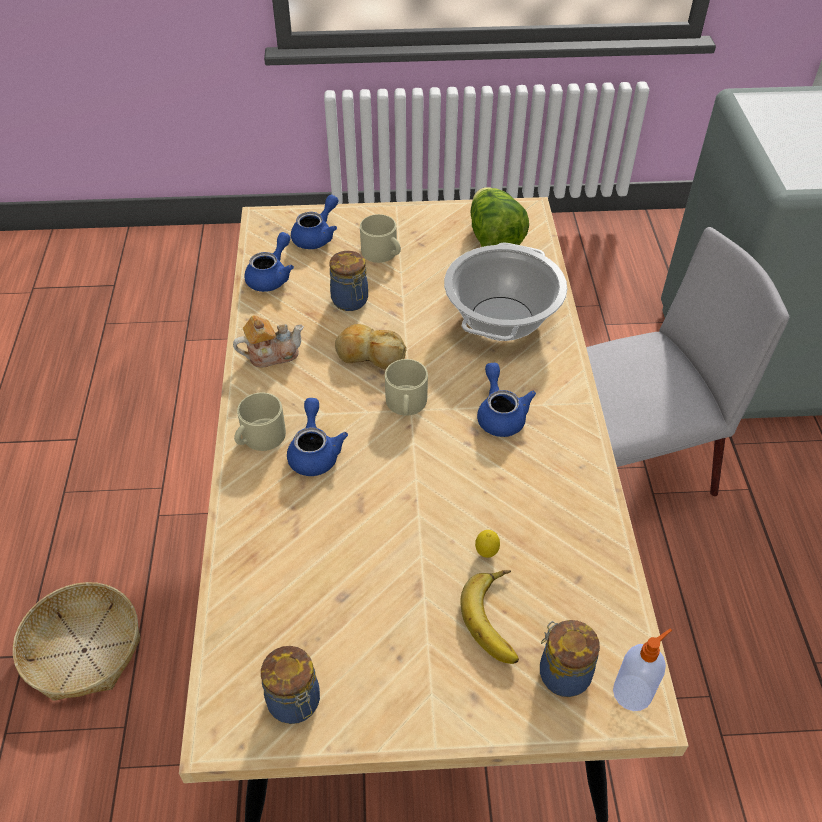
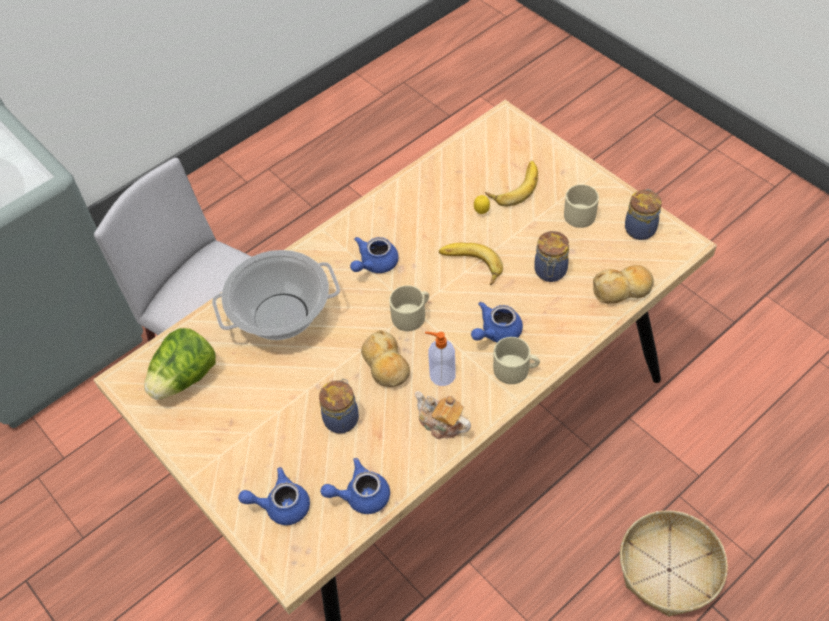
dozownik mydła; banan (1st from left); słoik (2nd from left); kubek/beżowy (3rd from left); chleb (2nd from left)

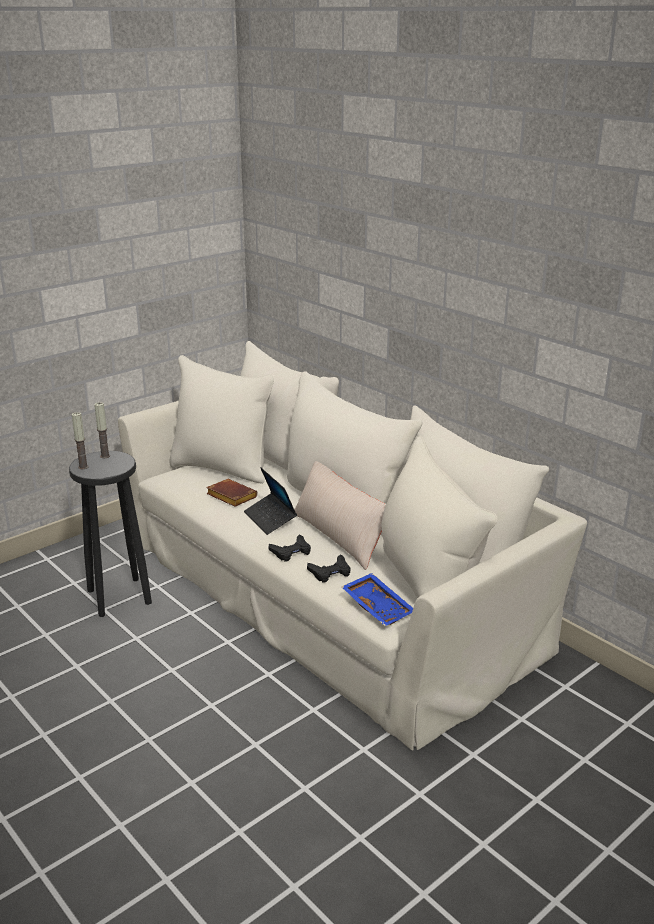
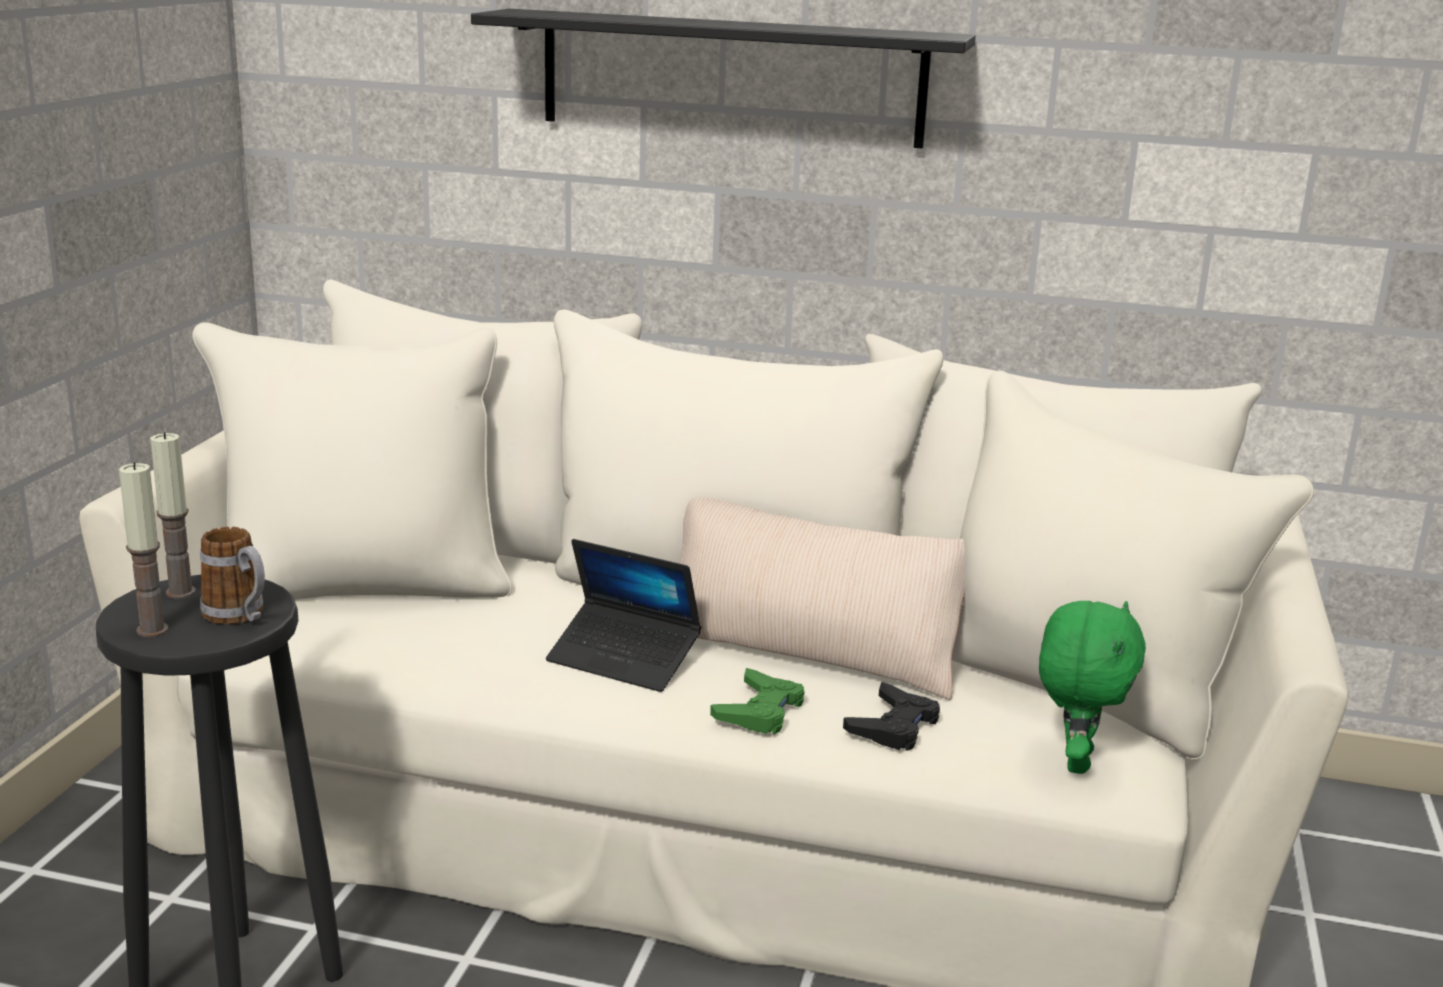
kubek; półka/czarny; pad do gier/zielony; pluszak/zielony; książka/brązowy

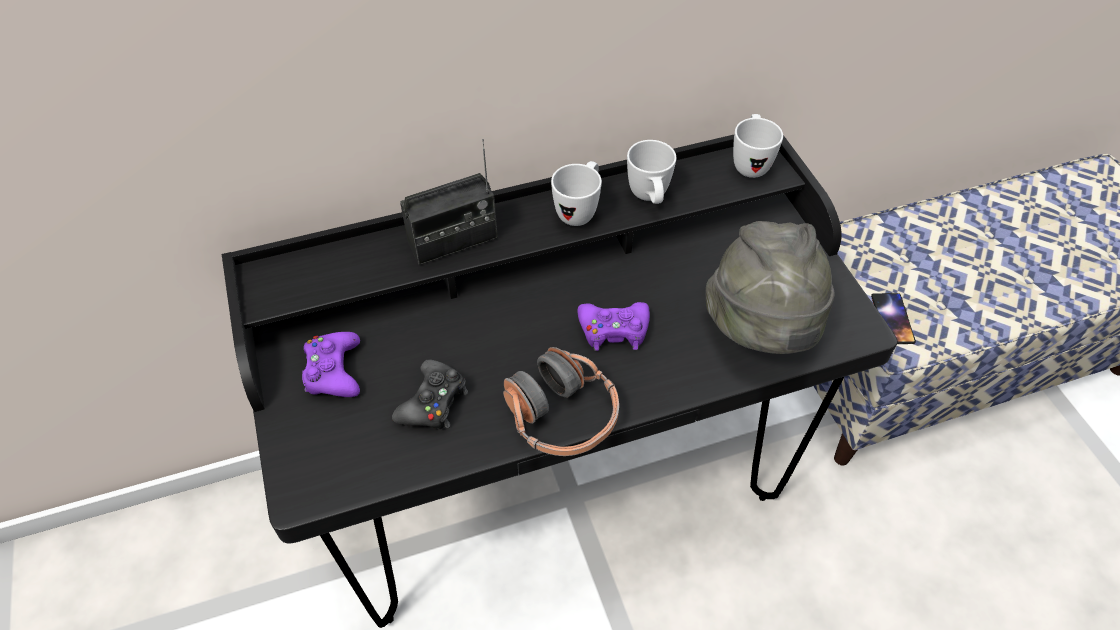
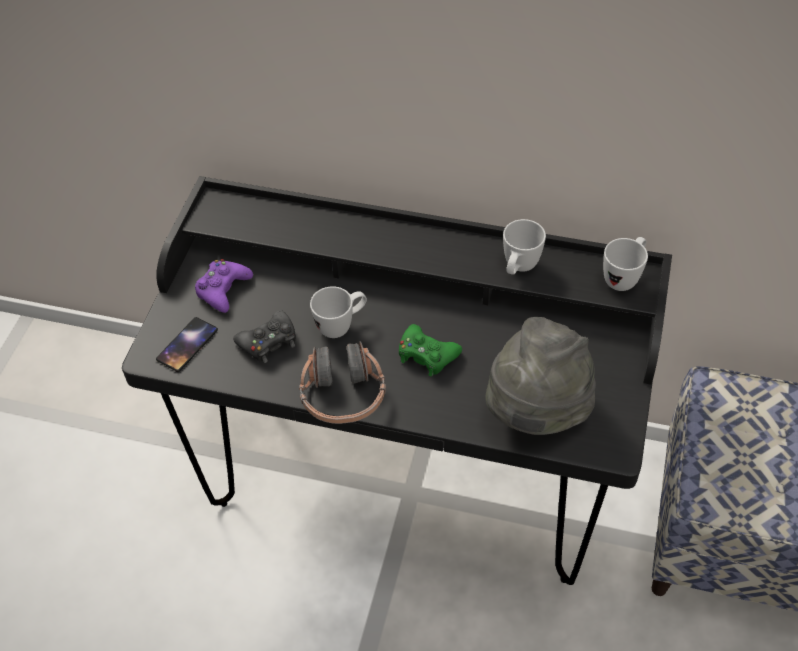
telefon; kubek/biały (1st from left); pad do gier/zielony; radio

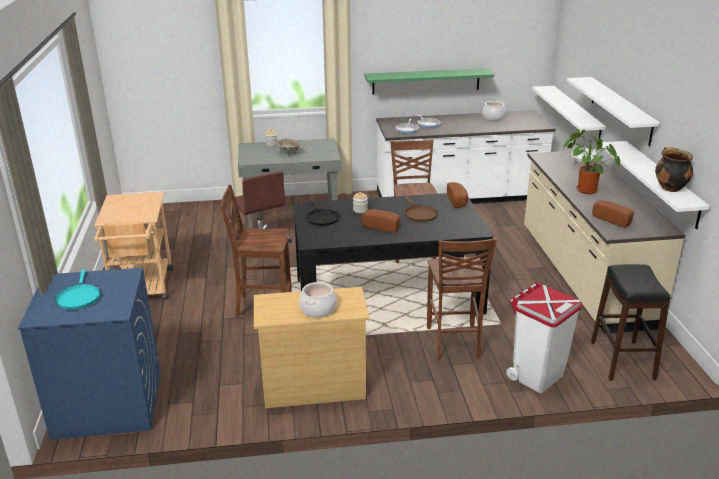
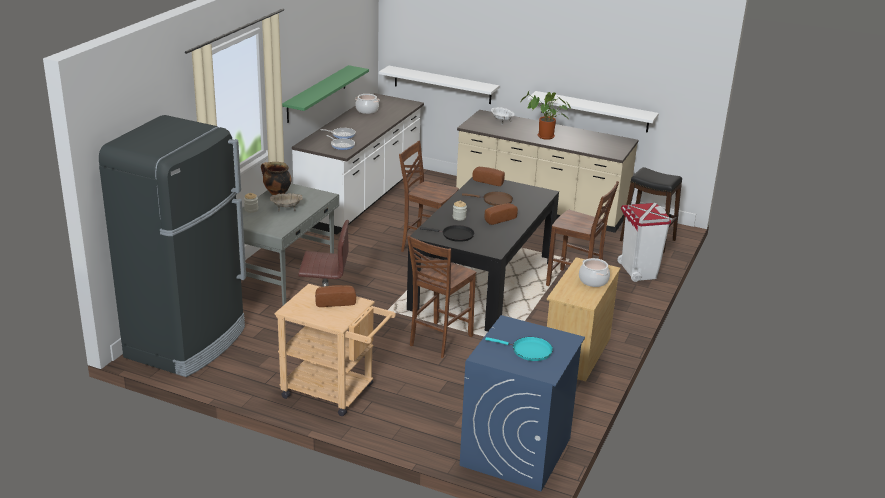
lodówka/czarny; garnek (1st from left); chleb (1st from left); półka/biały (2nd from left in the first image)

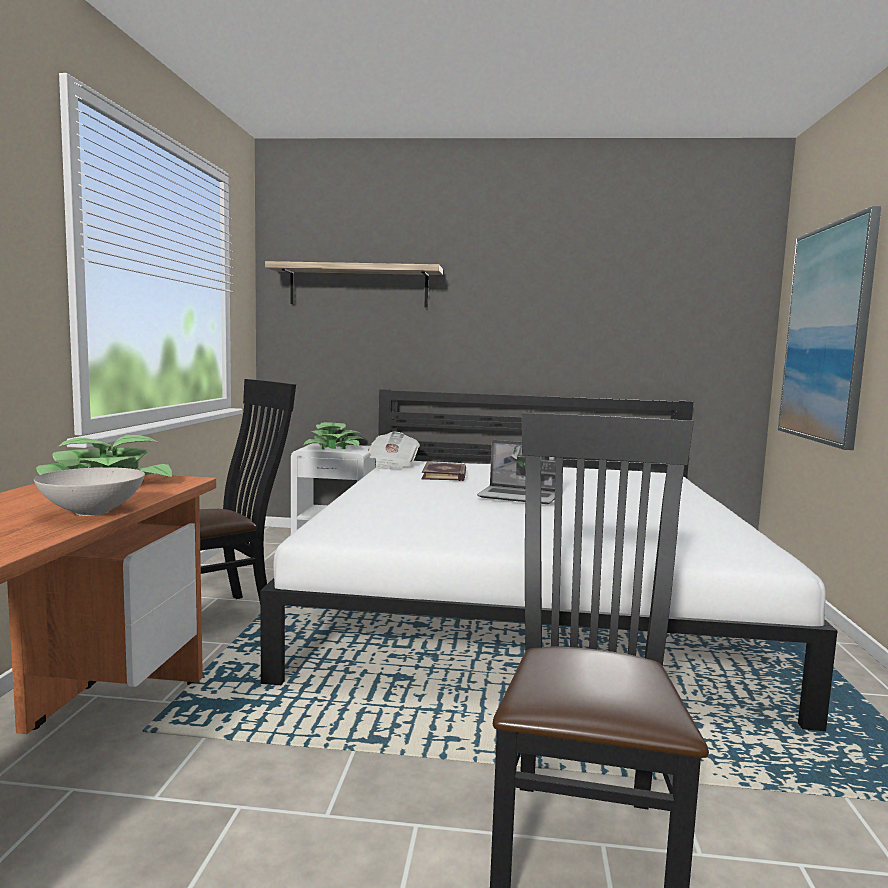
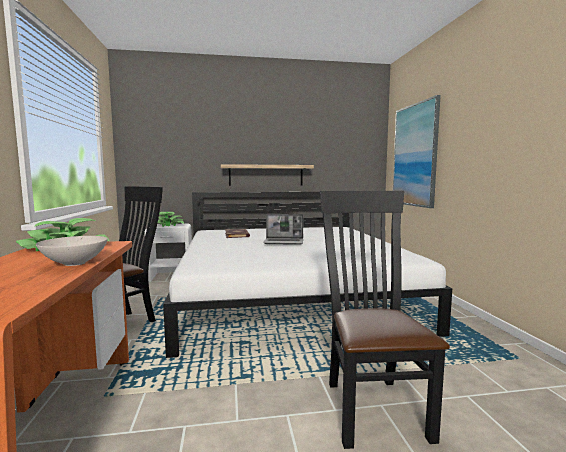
półka; gazeta

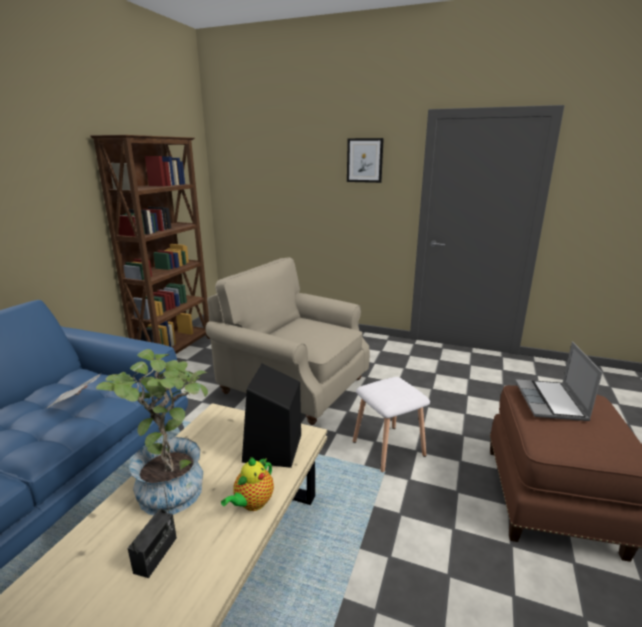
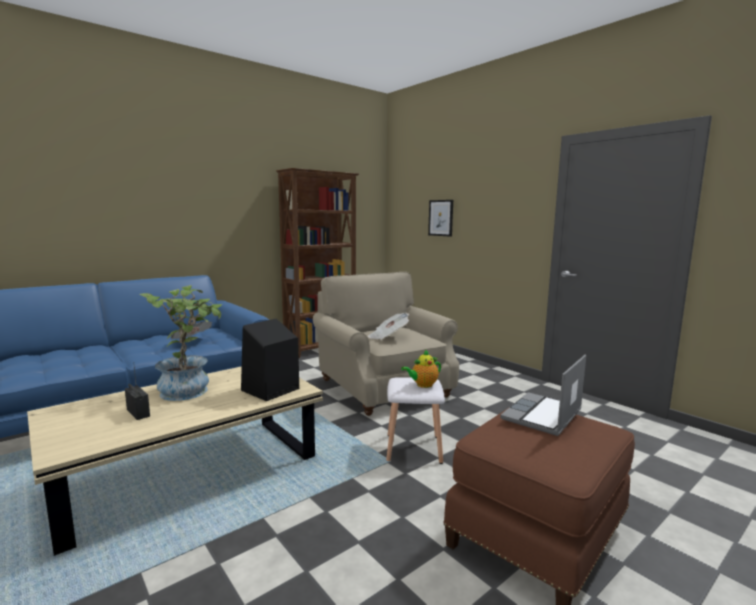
radio; gazeta (2nd from left); imbryk; obraz

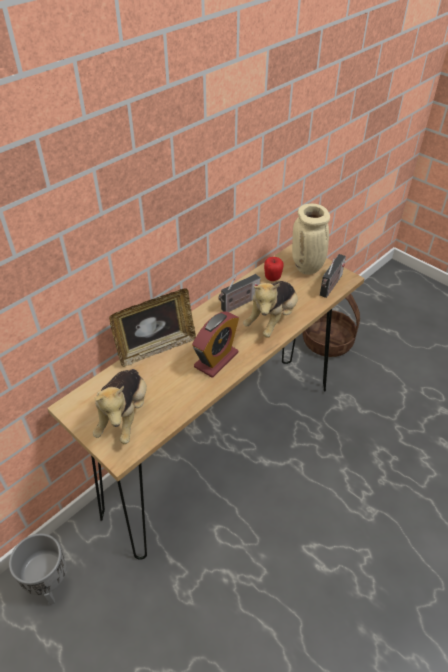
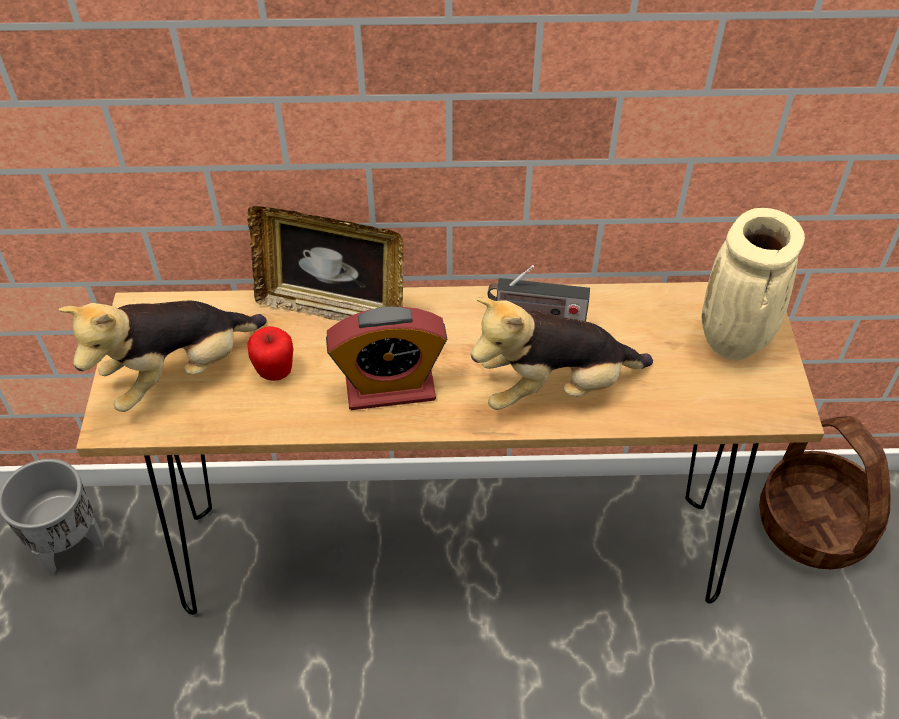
jabłko; radio (2nd from left in the first image)

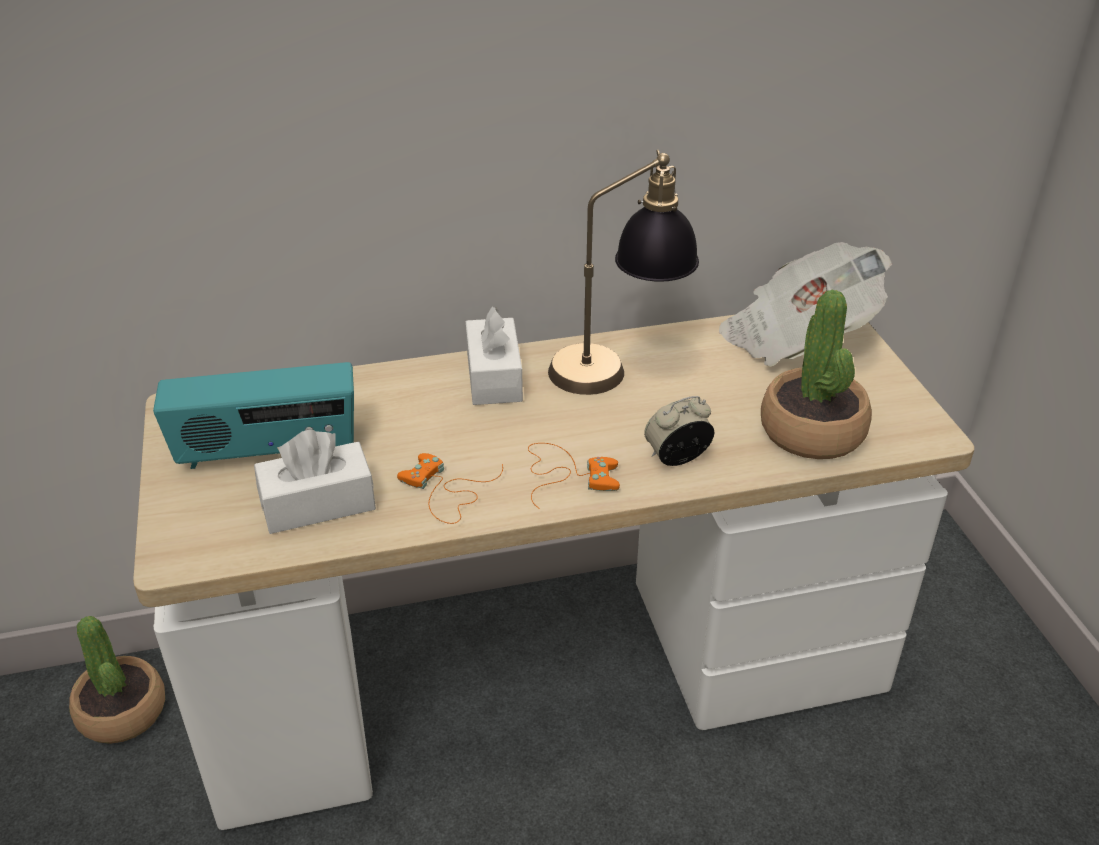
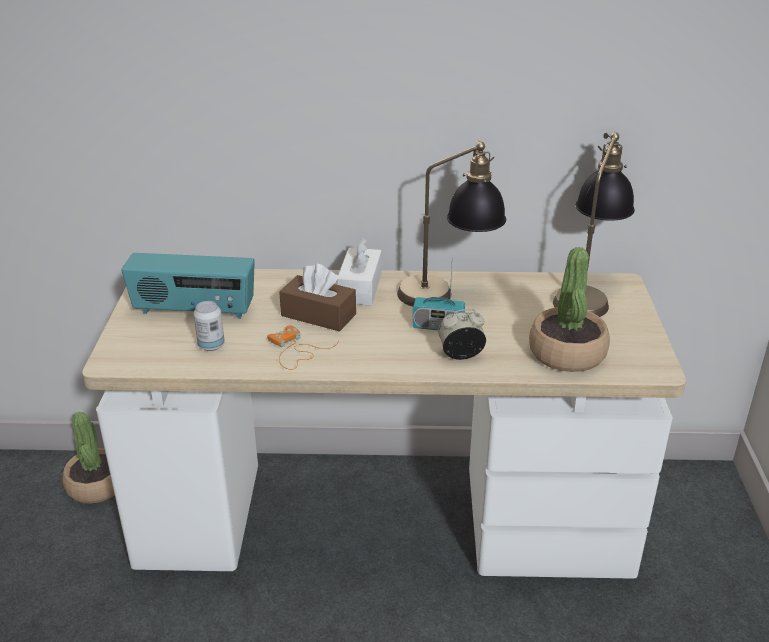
puszka; pudełko chusteczek/brązowy; radio (2nd from left); lampa stołowa (2nd from left); pad do gier/pomarańczowy (2nd from left in the first image)

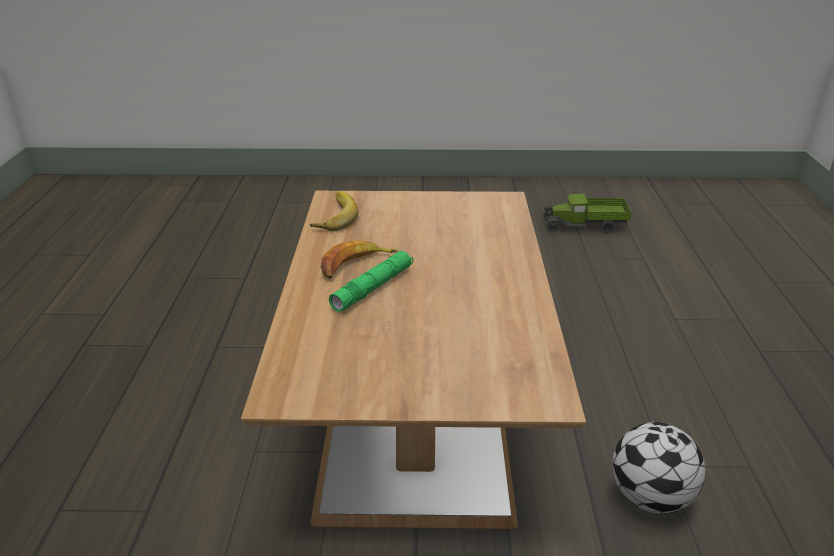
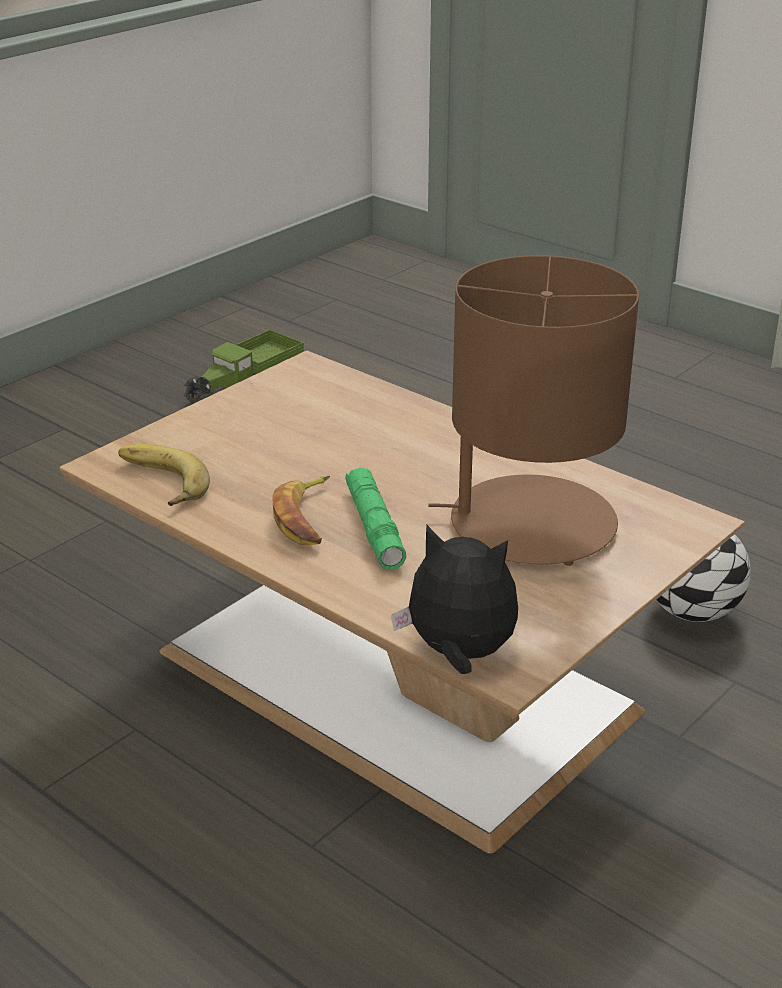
pluszak; lampa stołowa/brązowy

